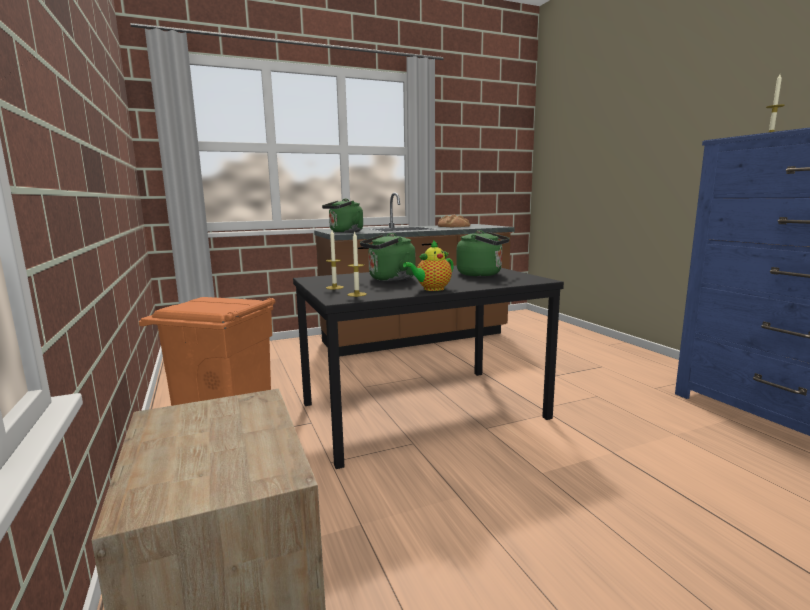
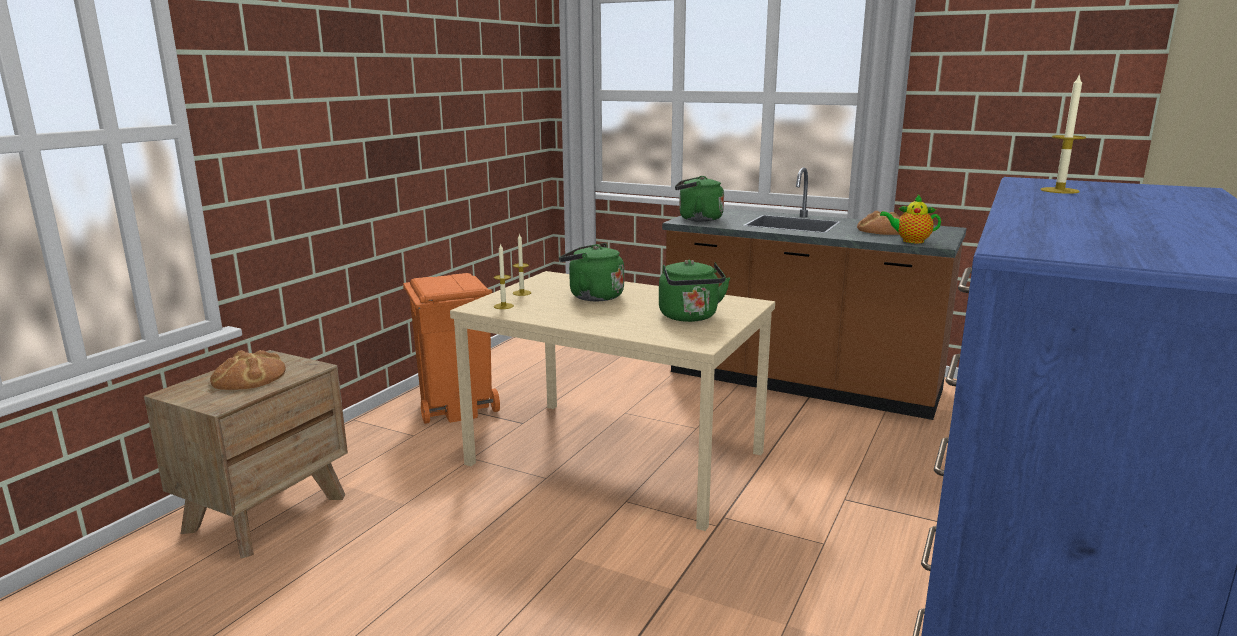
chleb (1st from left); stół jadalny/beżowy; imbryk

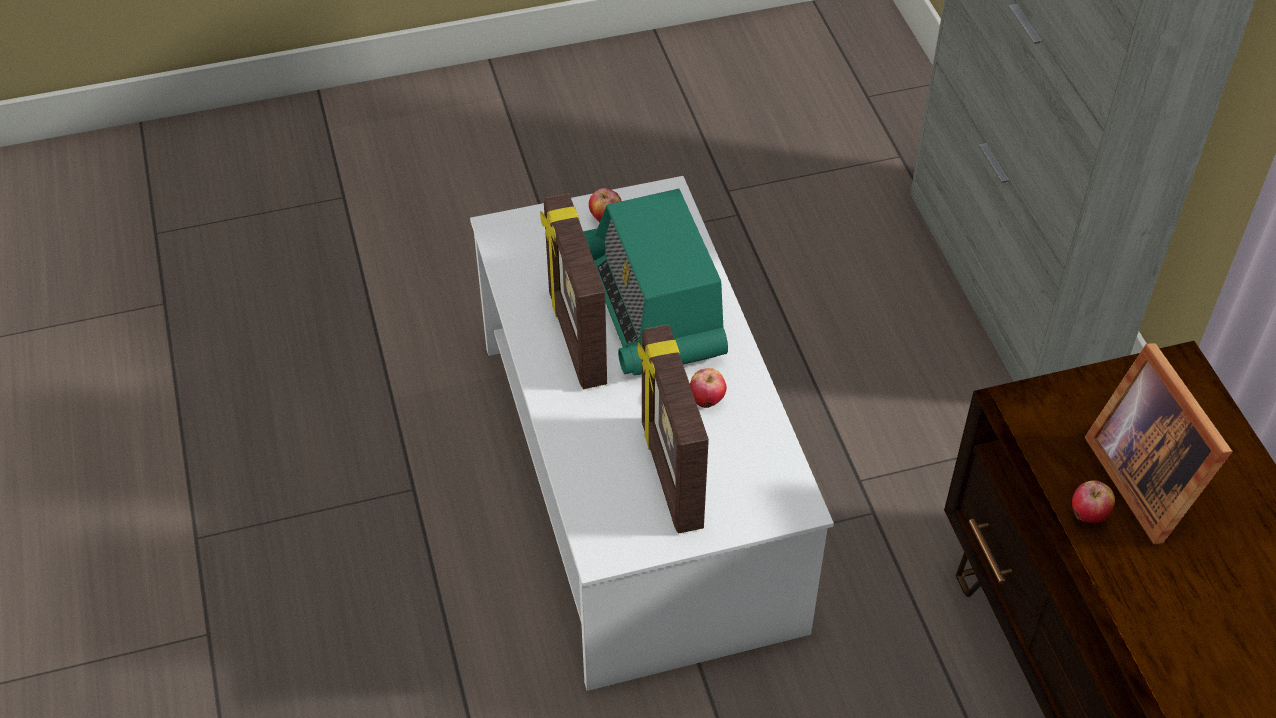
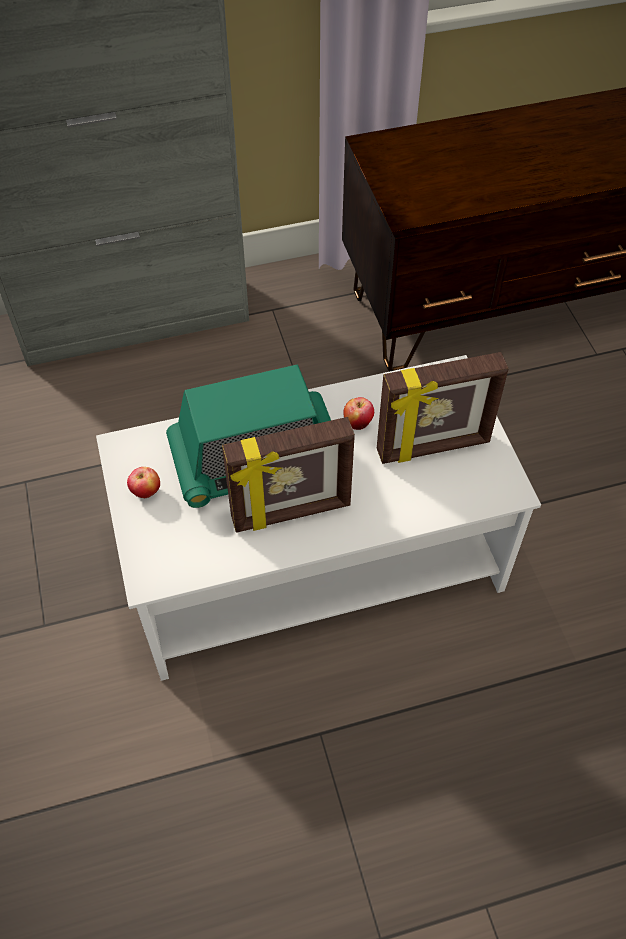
jabłko (3rd from left in the first image); ramka na zdjęcie (3rd from left in the first image)

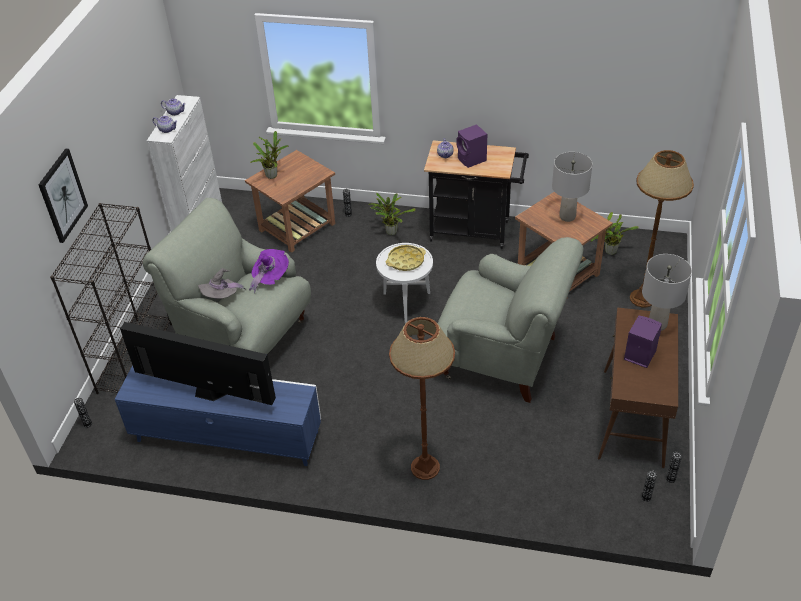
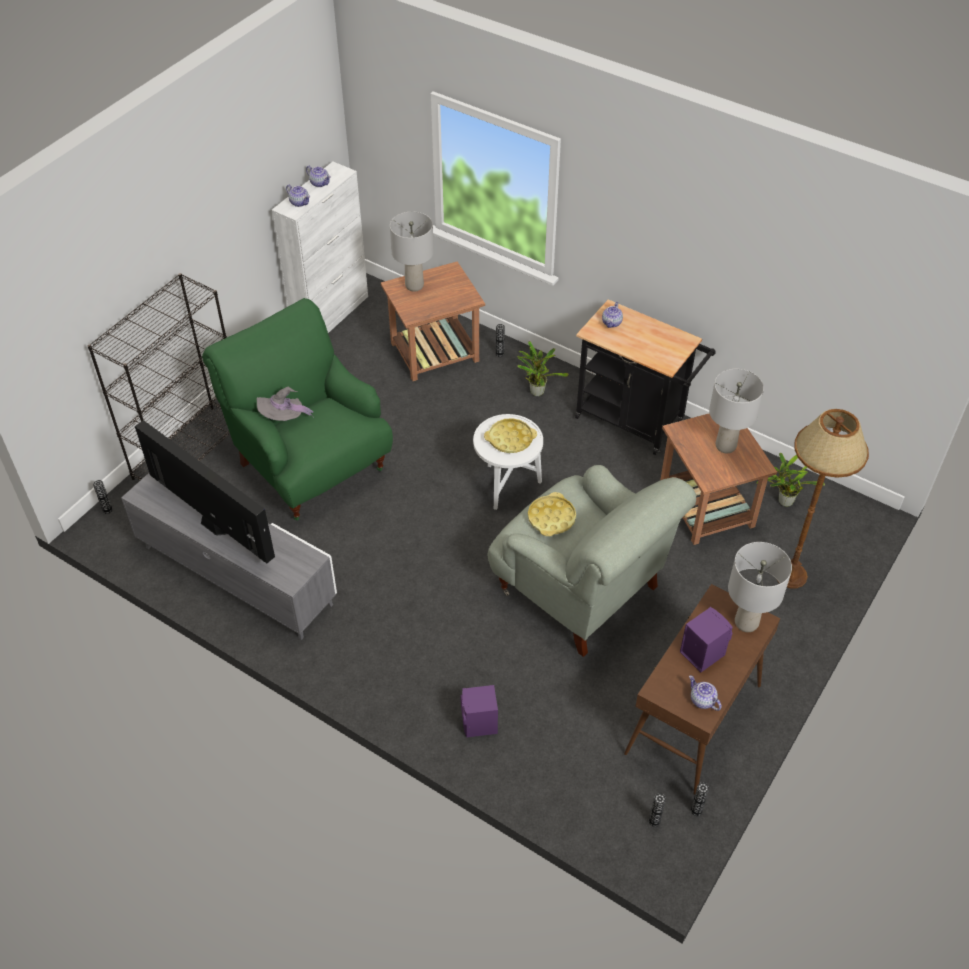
szafka pod telewizor/szary; fotel/zielony; lampa stołowa/szary (1st from left); głośnik/fioletowy (1st from left); taca/żółty (2nd from left); imbryk (4th from left); obraz; kapelusz/fioletowy; lampa stojąca/brązowy (1st from left in the first image)

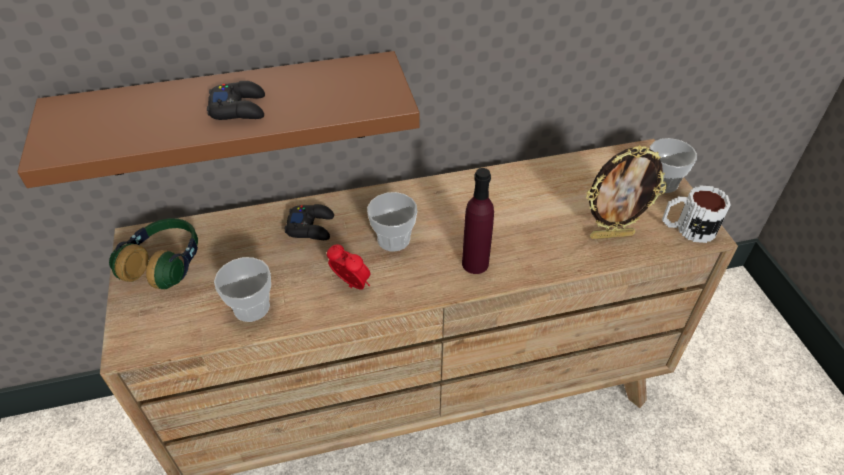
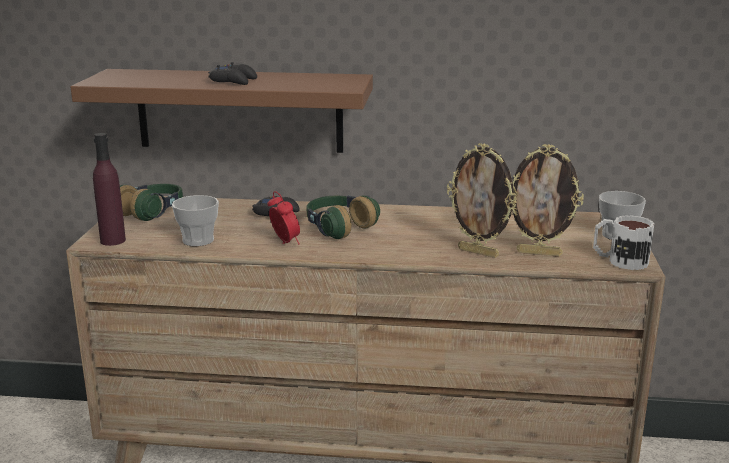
butelka/fioletowy; słuchawki (2nd from left); ramka na zdjęcie (1st from left)

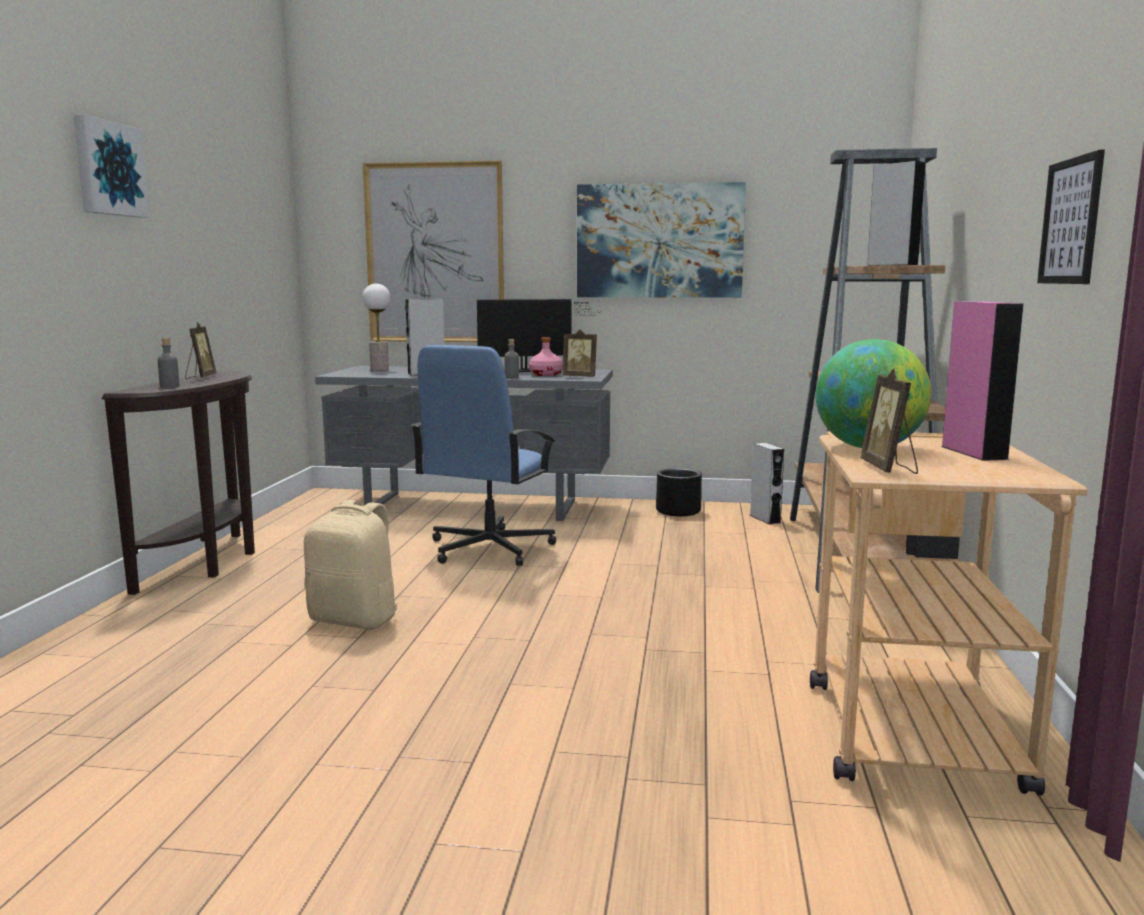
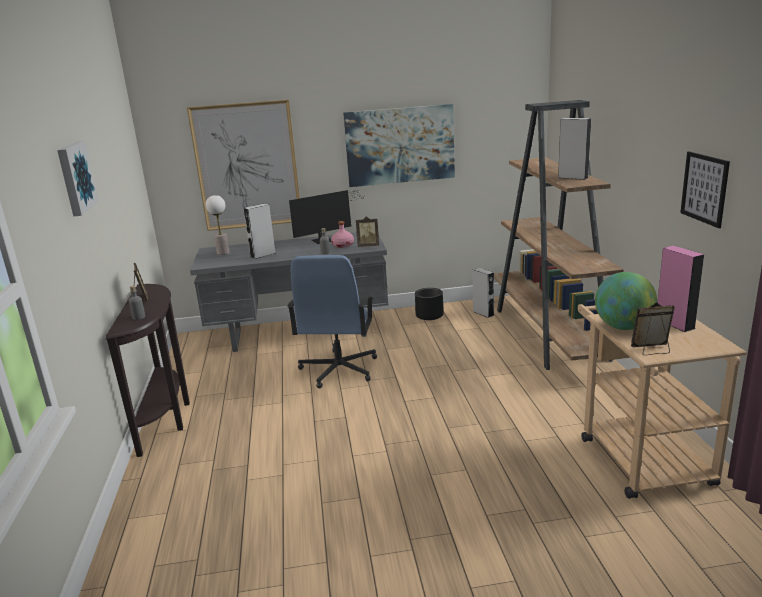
ramka na zdjęcie (3rd from left); plecak/beżowy

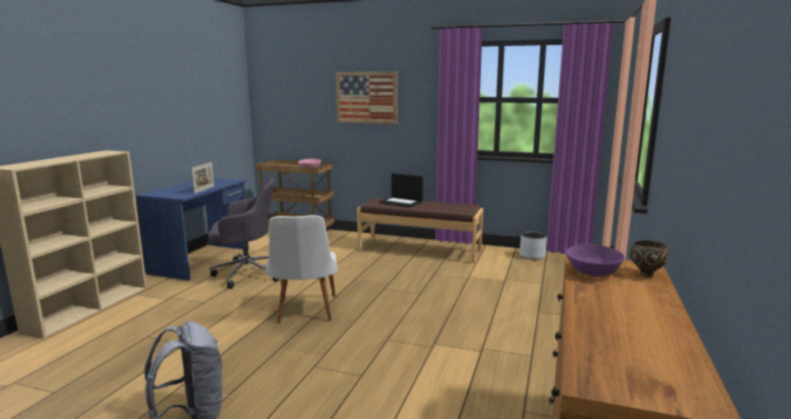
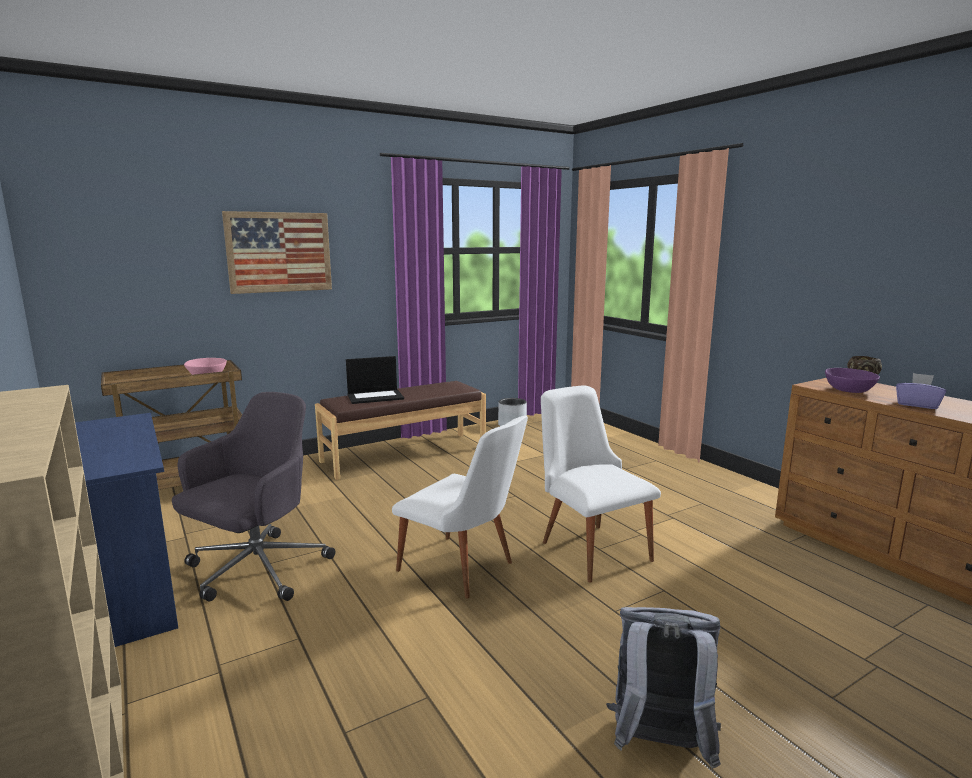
krzesło/biały (2nd from left); pudełko chusteczek/fioletowy; ramka na zdjęcie

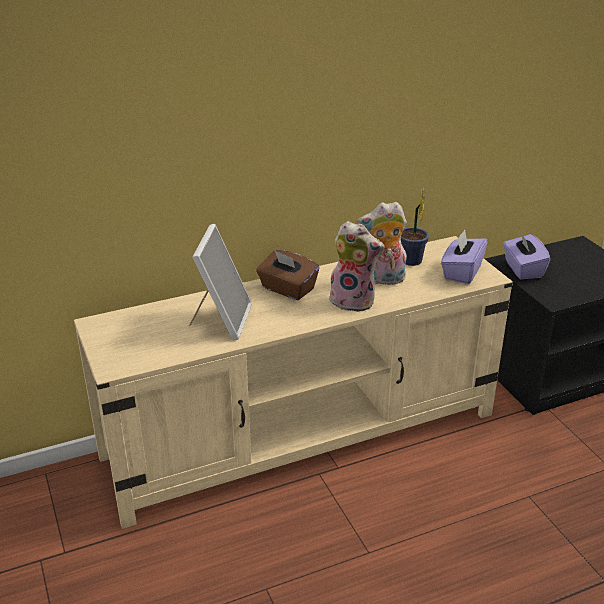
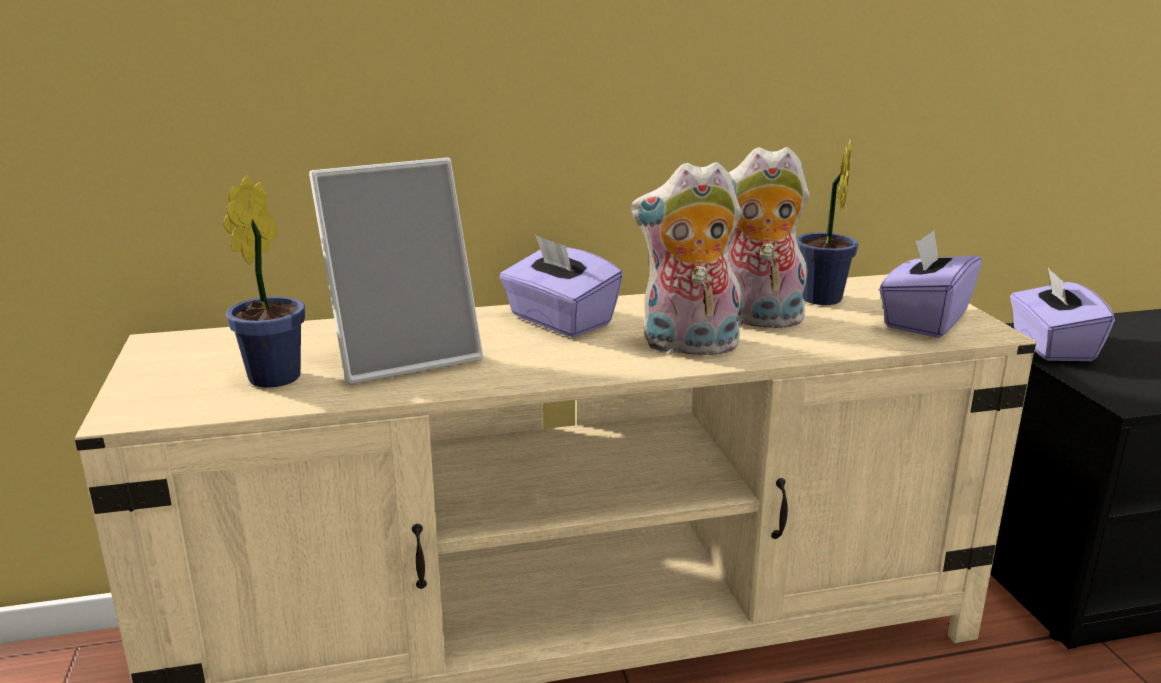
roślina doniczkowa (1st from left); ramka na zdjęcie; pudełko chusteczek/fioletowy (1st from left); pluszak (1st from left)

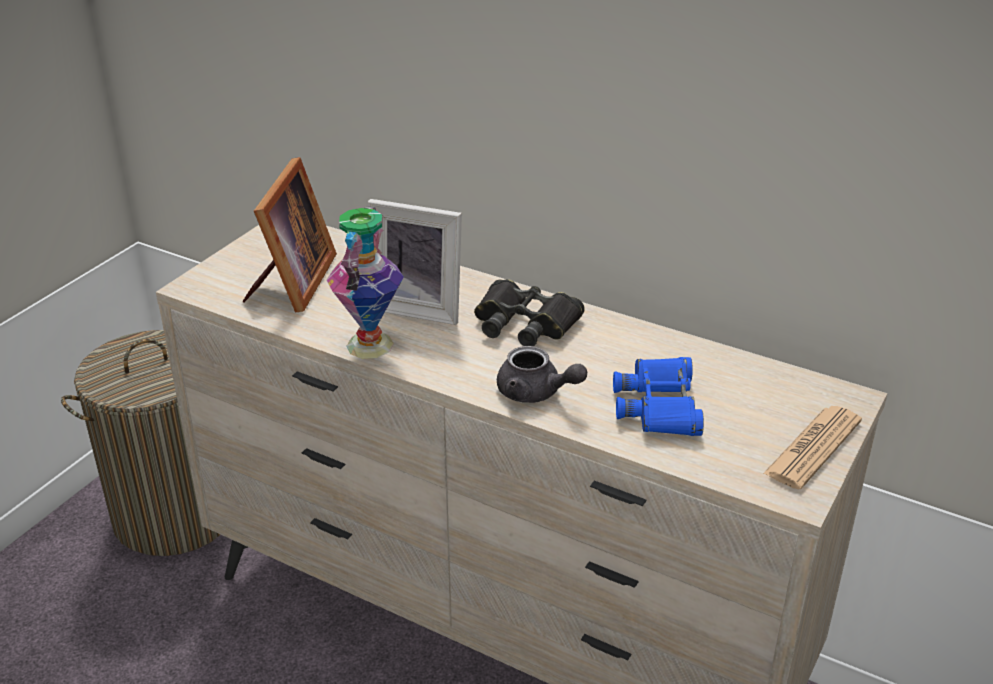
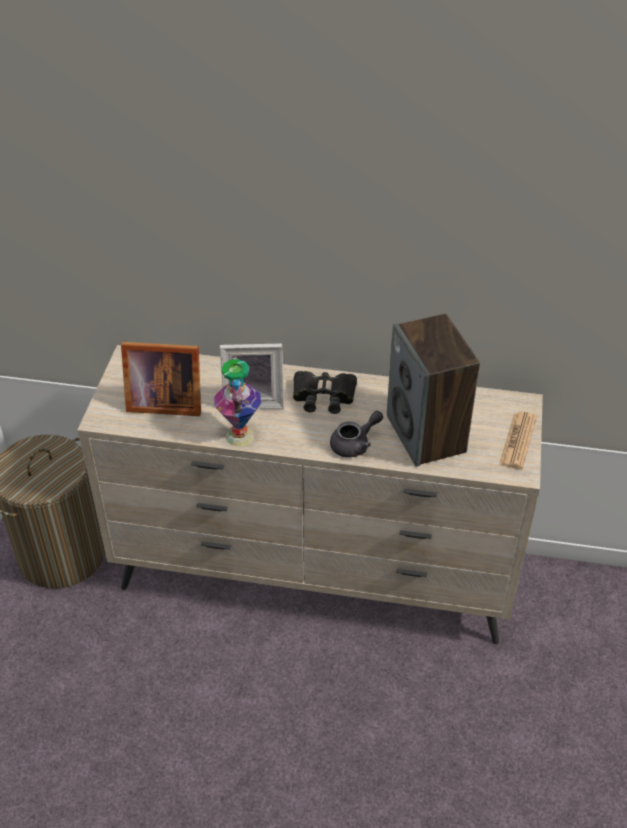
ramka na zdjęcie (1st from left); imbryk/szary; głośnik

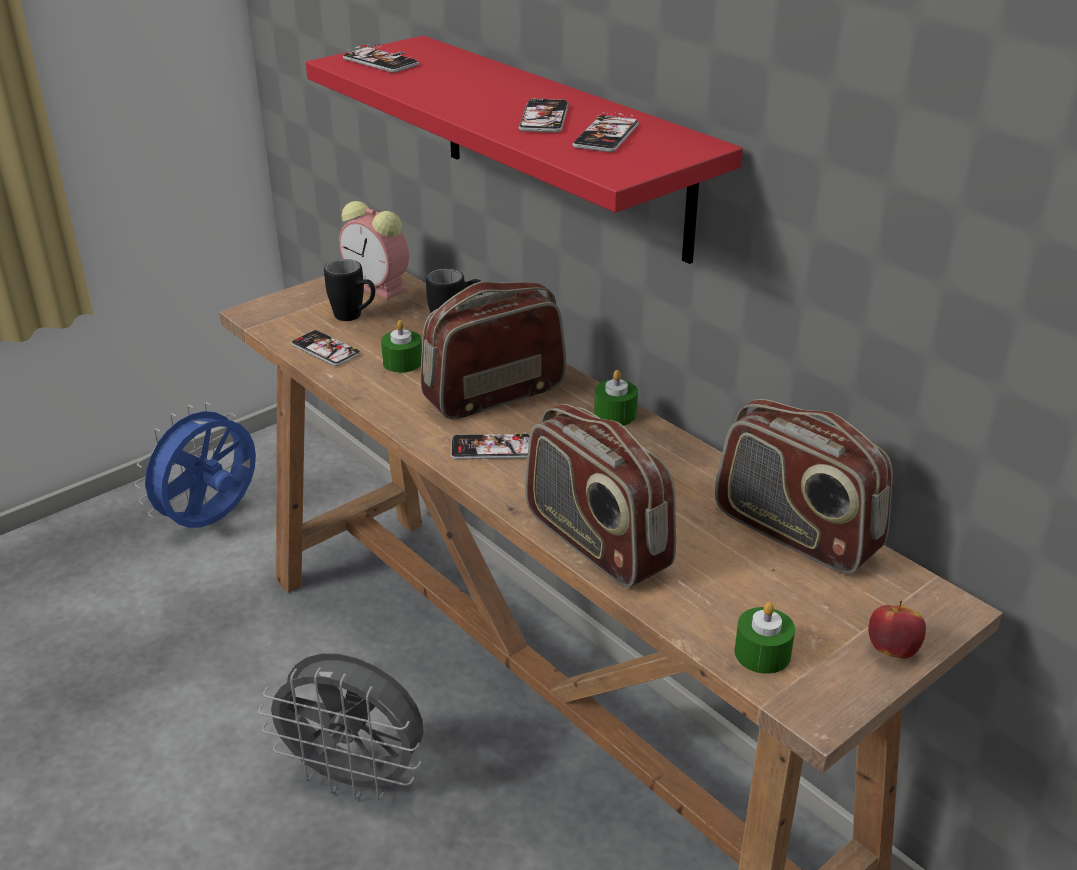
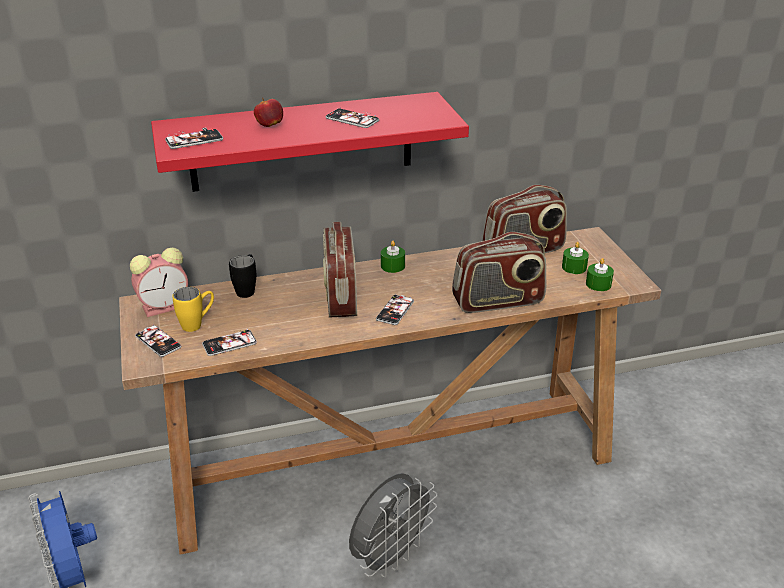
telefon (1st from left); kubek/żółty; jabłko; świeca/zielony (2nd from left)

